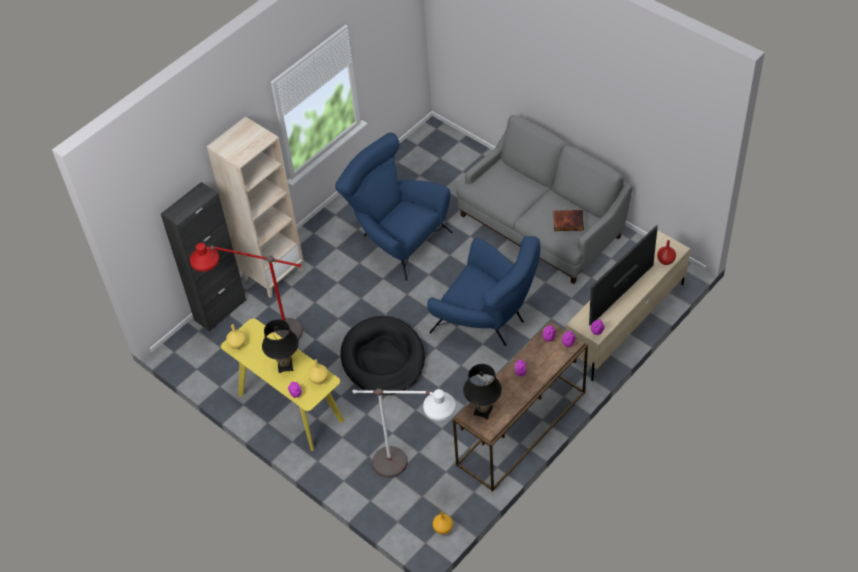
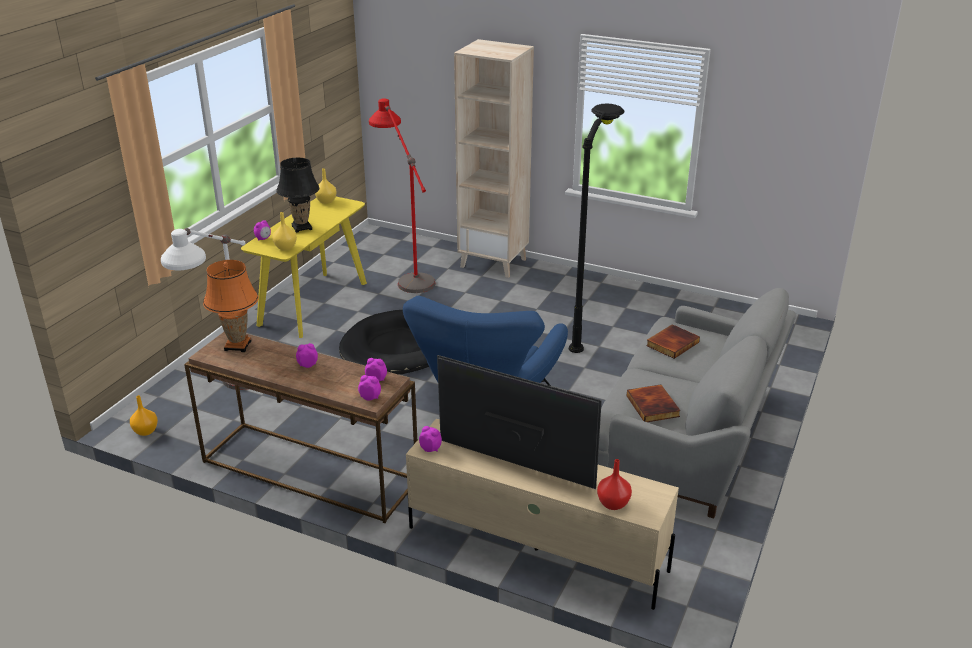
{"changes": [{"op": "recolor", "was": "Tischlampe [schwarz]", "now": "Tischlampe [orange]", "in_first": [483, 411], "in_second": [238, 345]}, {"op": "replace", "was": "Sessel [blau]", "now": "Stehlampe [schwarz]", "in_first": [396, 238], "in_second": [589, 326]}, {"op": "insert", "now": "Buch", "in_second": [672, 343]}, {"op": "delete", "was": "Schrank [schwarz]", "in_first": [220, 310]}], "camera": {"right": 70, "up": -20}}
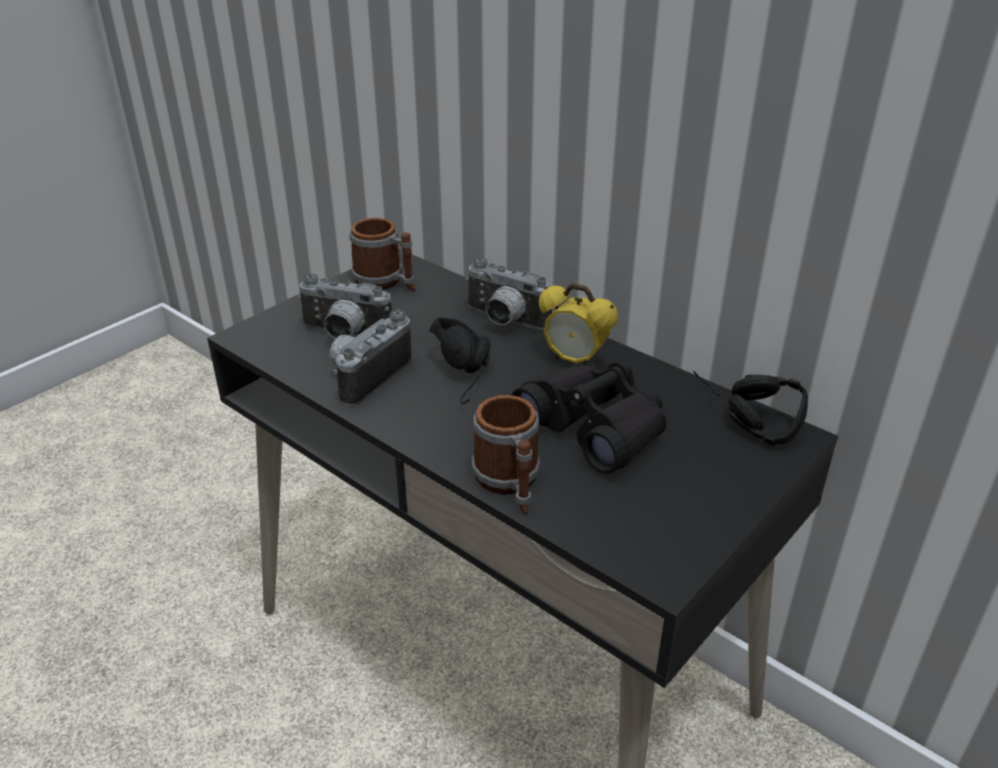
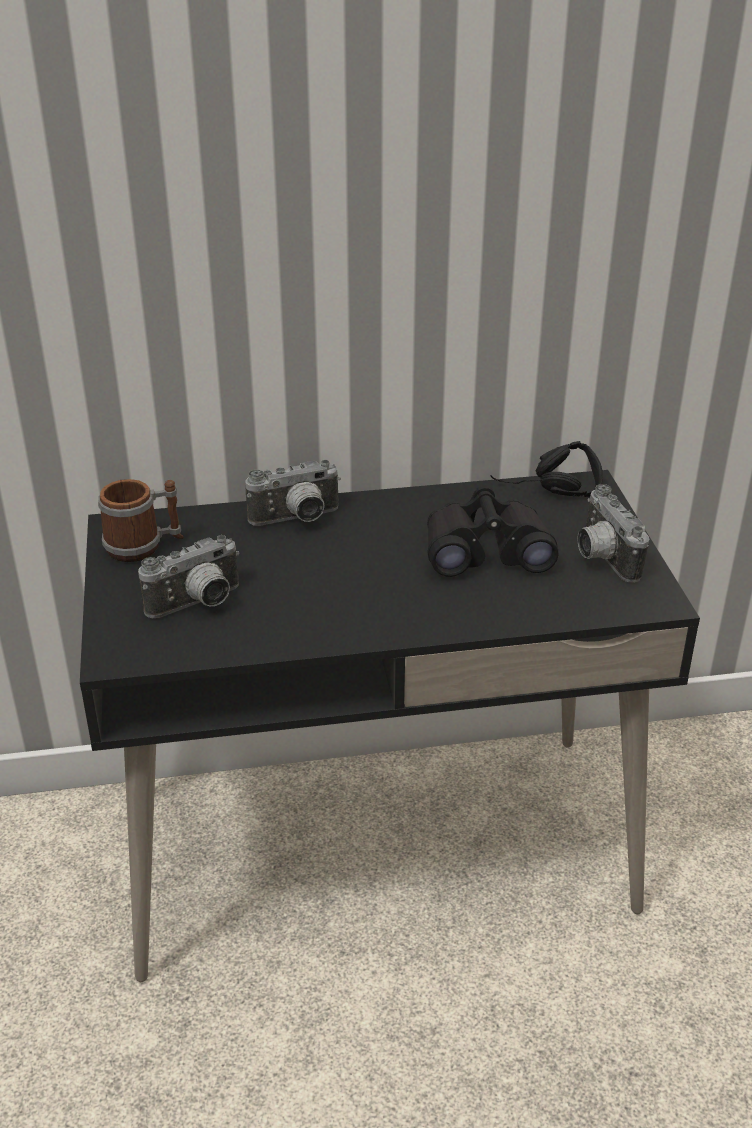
{"changes": [{"op": "move", "was": "Kamera", "in_first": [366, 376], "in_second": [601, 557]}, {"op": "delete", "was": "Kopfhörer [schwarz]", "in_first": [471, 375]}, {"op": "delete", "was": "Henkelbecher", "in_first": [510, 484]}, {"op": "delete", "was": "Wecker", "in_first": [574, 361]}], "camera": {"right": -50, "up": 0}}
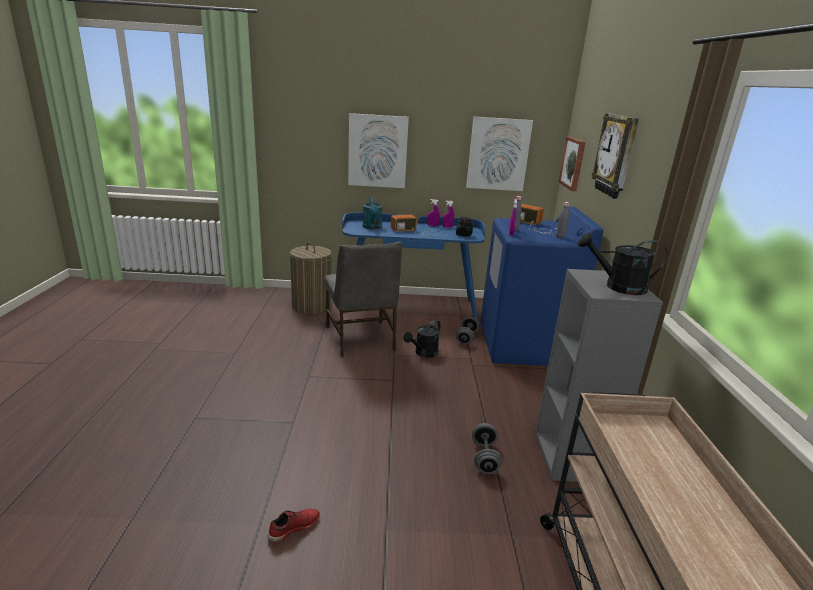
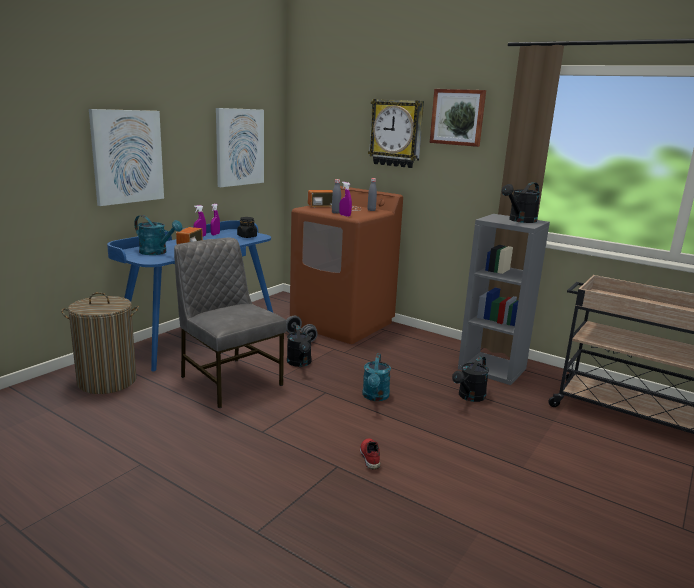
{"changes": [{"op": "rotate", "was": "Stuhl [grau]", "in_first": [361, 339], "in_second": [229, 380], "clockwise": -150}, {"op": "recolor", "was": "Waschmaschine [blau]", "now": "Waschmaschine [braun]", "in_first": [524, 346], "in_second": [342, 324]}, {"op": "move", "was": "Schuh [rot]", "in_first": [294, 527], "in_second": [369, 457]}, {"op": "insert", "now": "Gießkanne [türkis]", "in_second": [375, 397]}, {"op": "move", "was": "Bild", "in_first": [573, 163], "in_second": [457, 117]}, {"op": "replace", "was": "Hantel [grau]", "now": "Gießkanne [schwarz]", "in_first": [484, 458], "in_second": [469, 397]}], "camera": {"right": -55, "up": -5}}
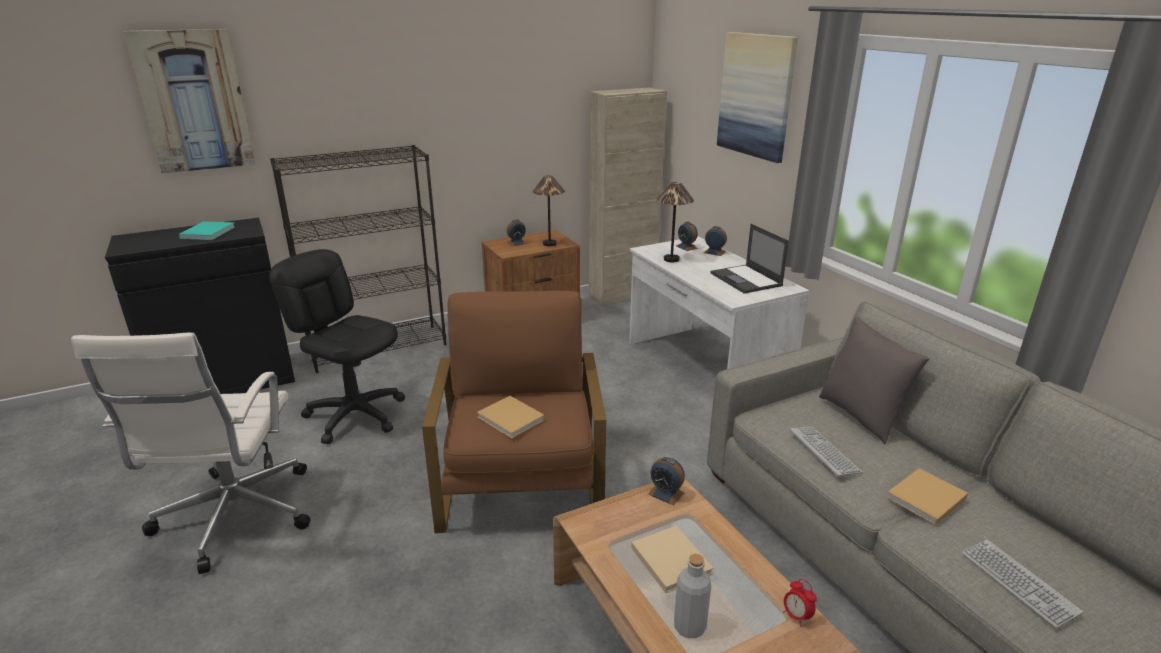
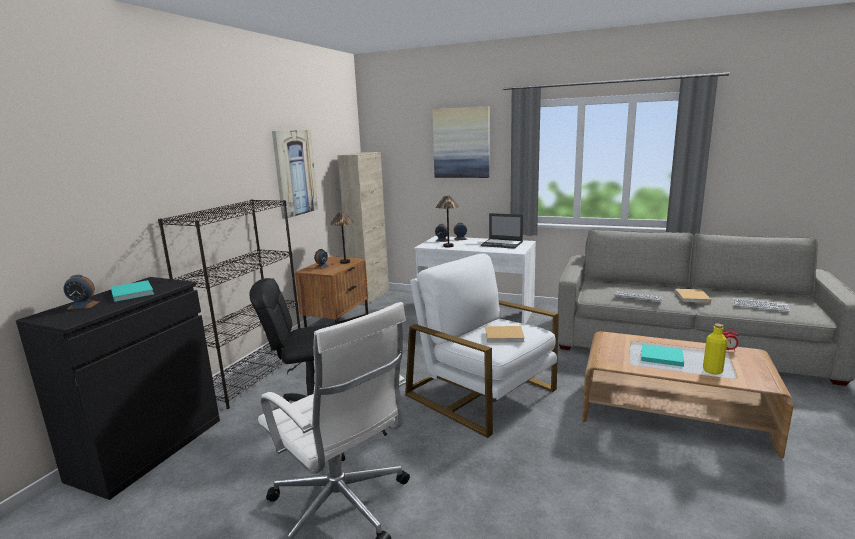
{"changes": [{"op": "move", "was": "Wecker", "in_first": [666, 493], "in_second": [83, 305]}, {"op": "move", "was": "Bild", "in_first": [194, 101], "in_second": [294, 173]}, {"op": "recolor", "was": "Sessel [braun]", "now": "Sessel [weiß]", "in_first": [522, 479], "in_second": [483, 392]}, {"op": "recolor", "was": "Buch [beige]", "now": "Buch [türkis]", "in_first": [669, 559], "in_second": [660, 356]}, {"op": "recolor", "was": "Flasche [grau]", "now": "Flasche [gelb]", "in_first": [689, 627], "in_second": [712, 371]}, {"op": "delete", "was": "Kissen [grau]", "in_first": [861, 416]}], "camera": {"right": -40, "up": -10}}
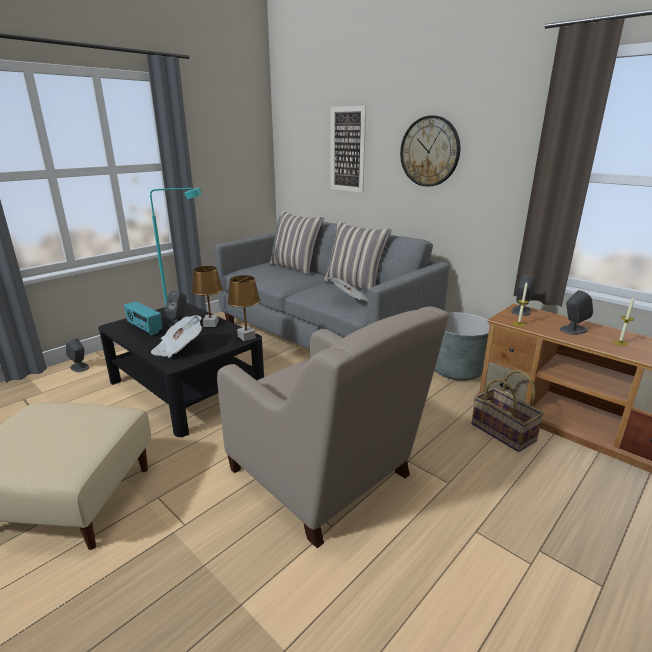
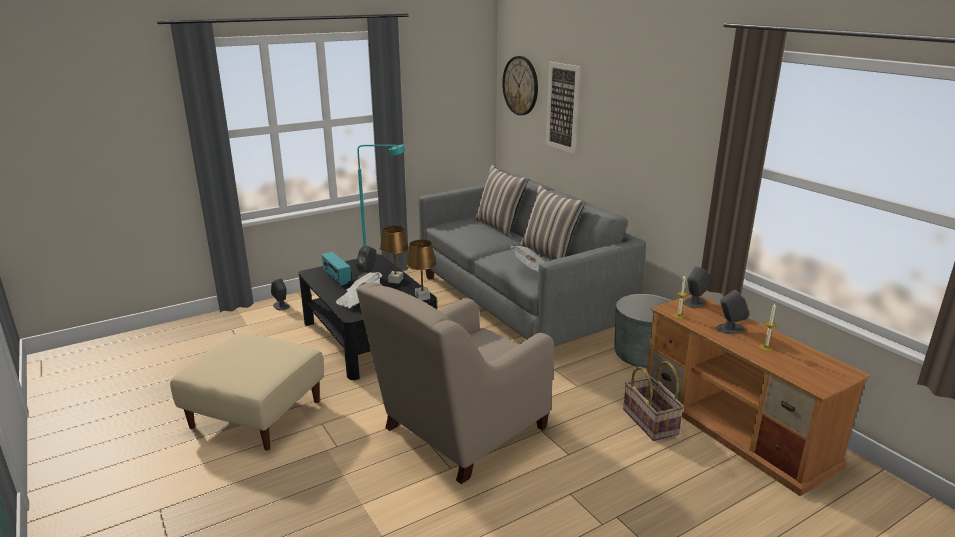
{"changes": [{"op": "rotate", "was": "Sessel [beige]", "in_first": [324, 476], "in_second": [461, 430], "clockwise": 75}, {"op": "move", "was": "Wanduhr", "in_first": [430, 151], "in_second": [520, 85]}], "camera": {"right": 15, "up": 0}}
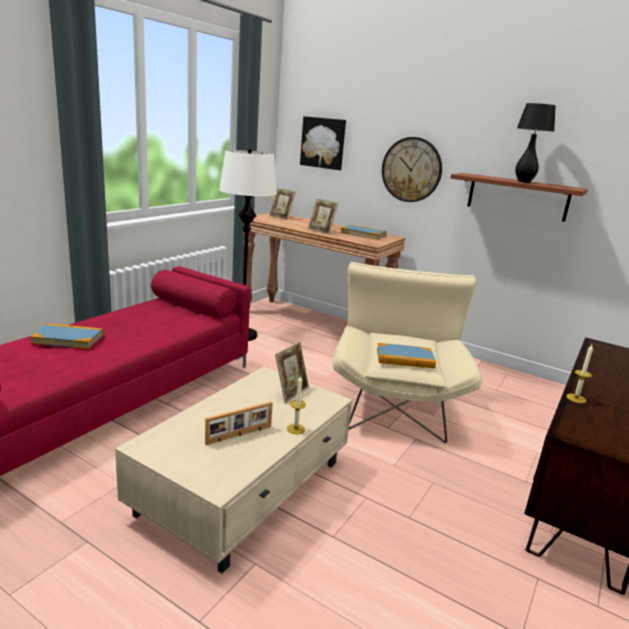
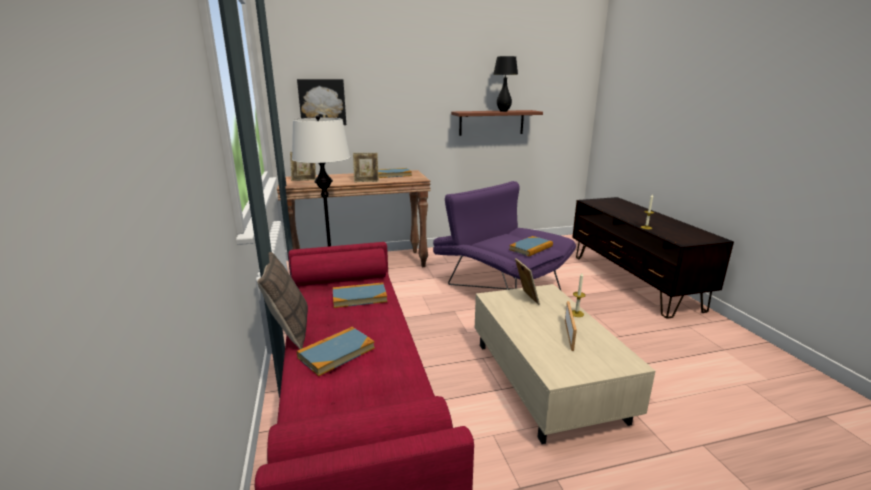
{"changes": [{"op": "insert", "now": "Kissen", "in_second": [289, 330]}, {"op": "insert", "now": "Buch", "in_second": [359, 297]}, {"op": "recolor", "was": "Sessel [beige]", "now": "Sessel [lila]", "in_first": [394, 399], "in_second": [498, 285]}, {"op": "delete", "was": "Wanduhr", "in_first": [411, 170]}], "camera": {"right": -45, "up": 0}}
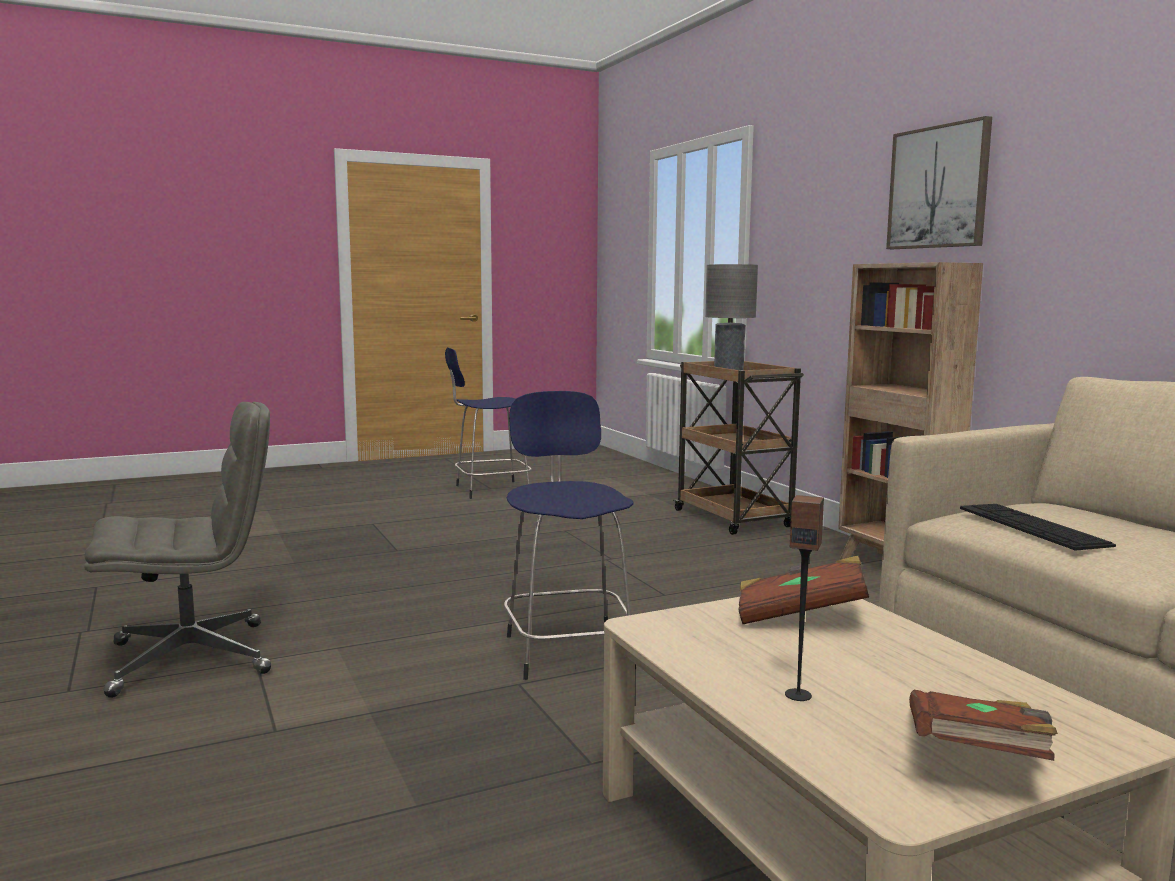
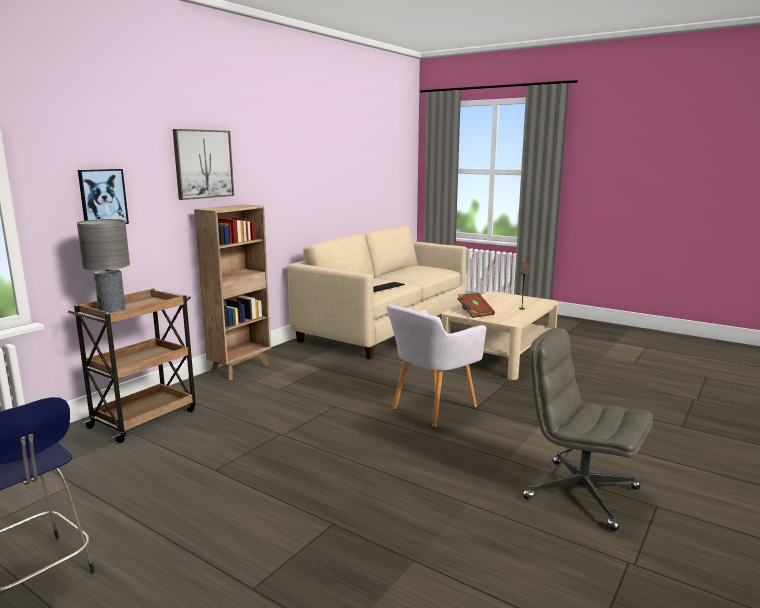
{"changes": [{"op": "insert", "now": "Bild", "in_second": [103, 197]}, {"op": "replace", "was": "Hocker [blau]", "now": "Sessel [grau]", "in_first": [567, 649], "in_second": [431, 409]}, {"op": "delete", "was": "Buch [braun]", "in_first": [977, 757]}], "camera": {"right": -120, "up": 5}}
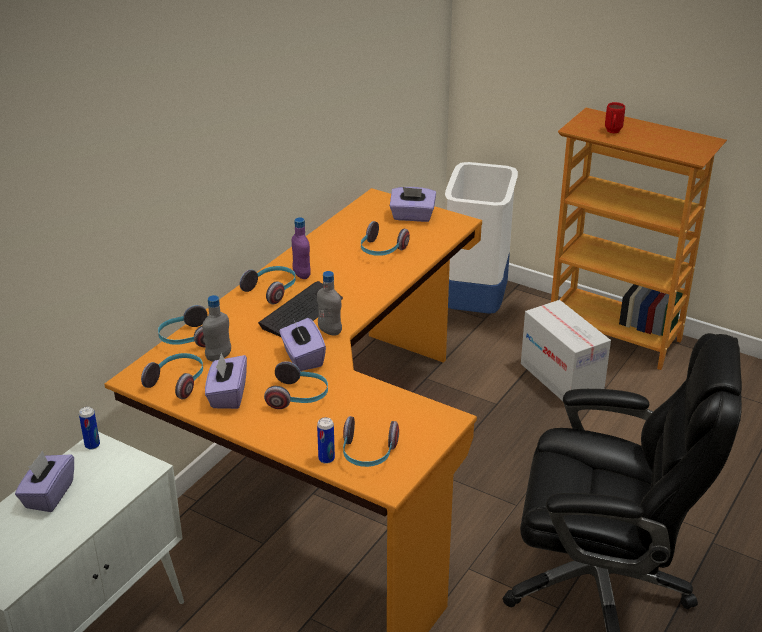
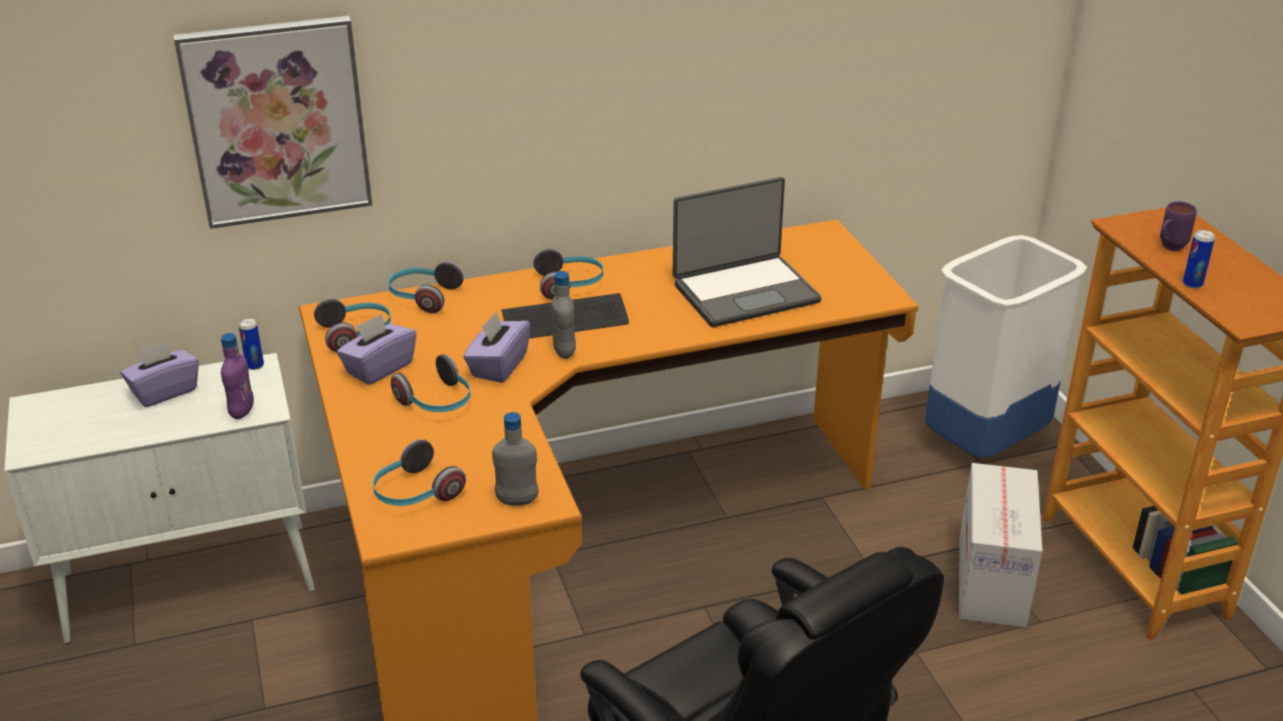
{"changes": [{"op": "insert", "now": "Bild", "in_second": [277, 121]}, {"op": "move", "was": "Flasche [lila]", "in_first": [301, 275], "in_second": [242, 411]}, {"op": "move", "was": "Flasche [grau]", "in_first": [219, 357], "in_second": [517, 501]}, {"op": "replace", "was": "Kopfhörer", "now": "Laptop", "in_first": [381, 251], "in_second": [744, 292]}, {"op": "recolor", "was": "Henkelbecher [rot]", "now": "Henkelbecher [lila]", "in_first": [612, 132], "in_second": [1168, 248]}, {"op": "move", "was": "Dose", "in_first": [326, 459], "in_second": [1192, 284]}, {"op": "delete", "was": "Taschentuchbox [lila]", "in_first": [412, 216]}], "camera": {"right": 40, "up": 0}}
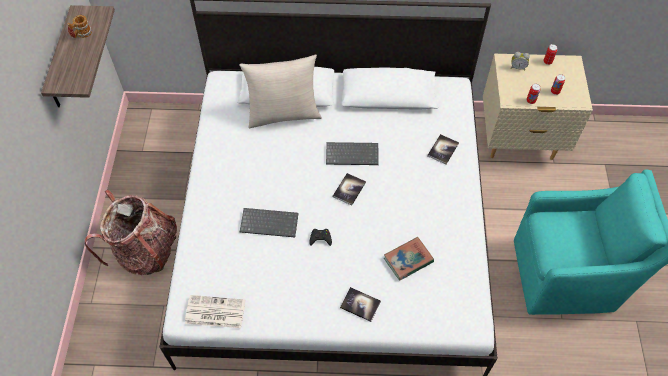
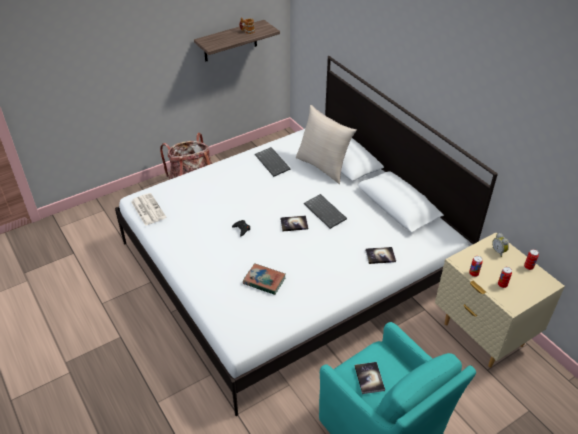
{"changes": [{"op": "move", "was": "Tastatur", "in_first": [270, 222], "in_second": [273, 162]}, {"op": "move", "was": "Buch", "in_first": [360, 304], "in_second": [369, 378]}], "camera": {"right": 55, "up": -15}}
